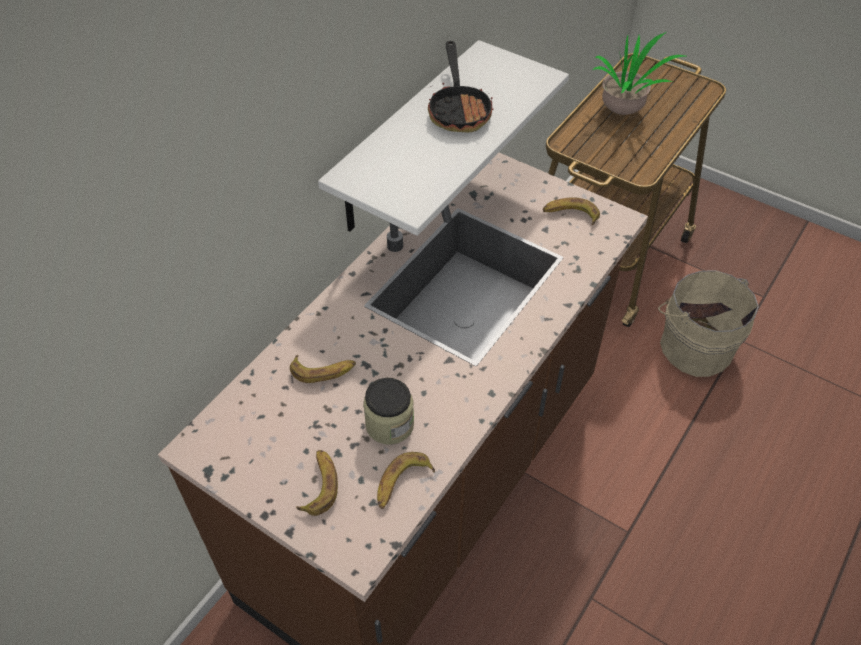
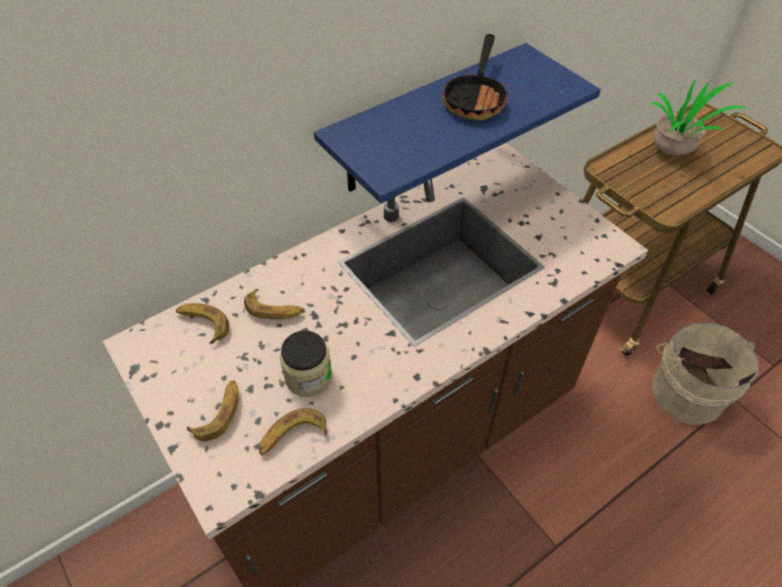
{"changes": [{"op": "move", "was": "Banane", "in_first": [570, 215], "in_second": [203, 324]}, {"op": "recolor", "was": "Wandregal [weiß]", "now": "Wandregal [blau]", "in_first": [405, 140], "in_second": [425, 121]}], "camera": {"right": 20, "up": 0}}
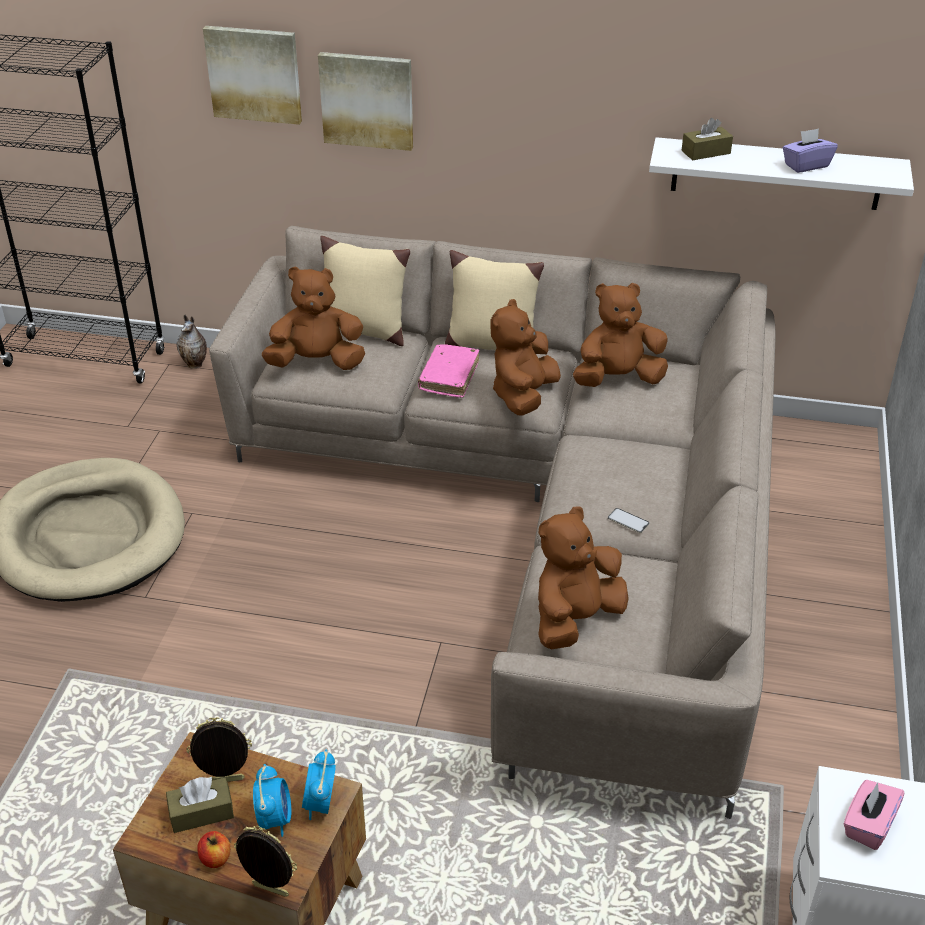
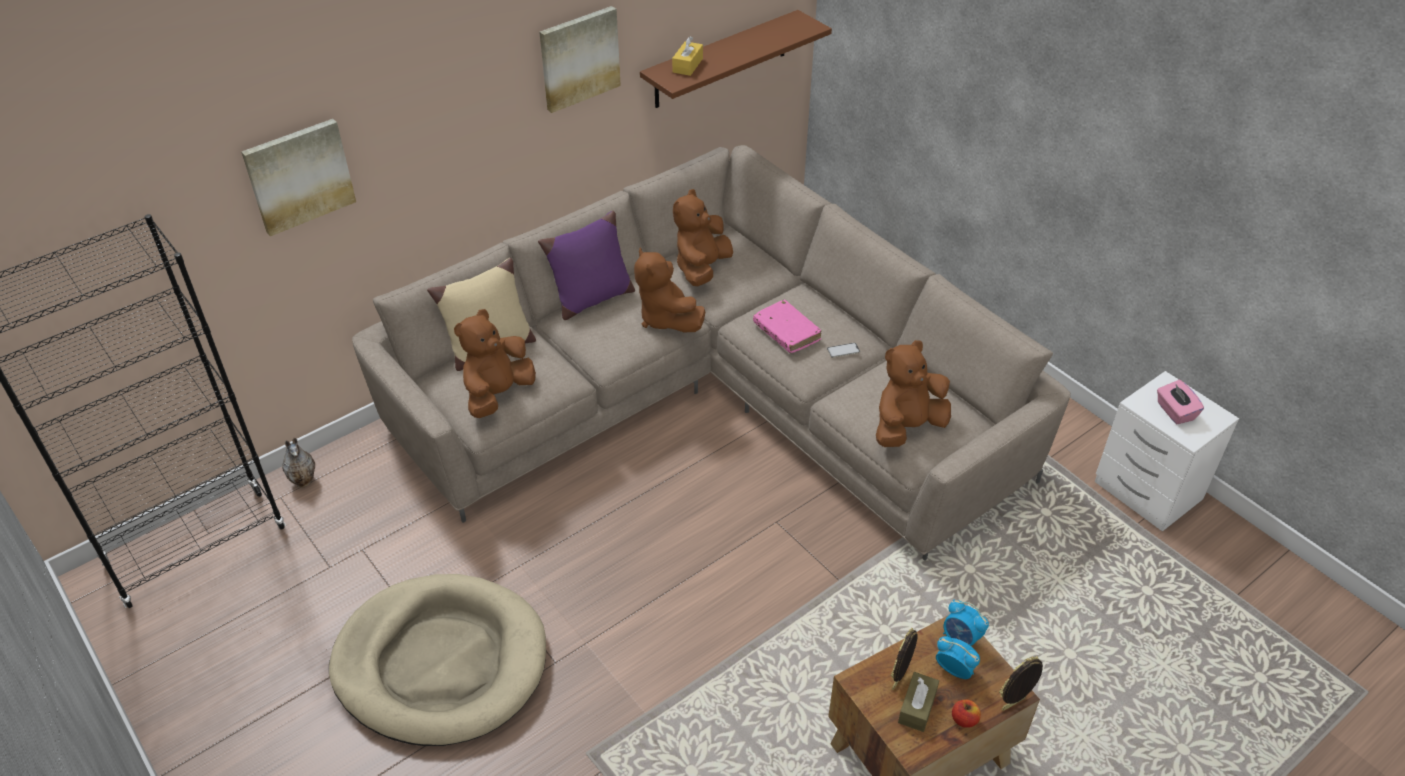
{"changes": [{"op": "recolor", "was": "Kissen [beige]", "now": "Kissen [lila]", "in_first": [491, 345], "in_second": [591, 299]}, {"op": "move", "was": "Bild", "in_first": [367, 100], "in_second": [579, 58]}, {"op": "recolor", "was": "Wandregal [weiß]", "now": "Wandregal [braun]", "in_first": [776, 174], "in_second": [721, 60]}, {"op": "recolor", "was": "Taschentuchbox [braun]", "now": "Taschentuchbox [gelb]", "in_first": [706, 152], "in_second": [687, 65]}, {"op": "move", "was": "Buch [rosa]", "in_first": [449, 377], "in_second": [786, 332]}, {"op": "rotate", "was": "Plüschtier [braun]", "in_first": [575, 619], "in_second": [907, 427], "clockwise": 60}, {"op": "delete", "was": "Taschentuchbox [lila]", "in_first": [806, 165]}], "camera": {"right": -50, "up": 5}}
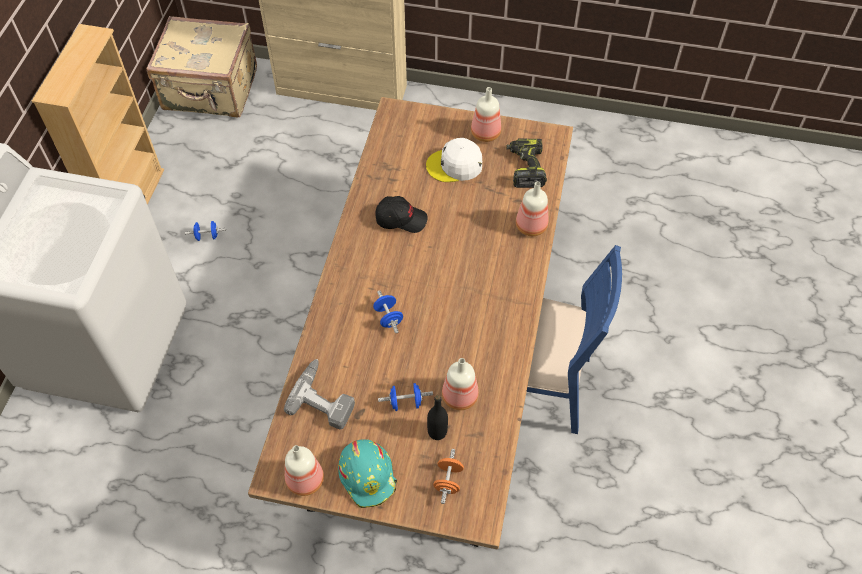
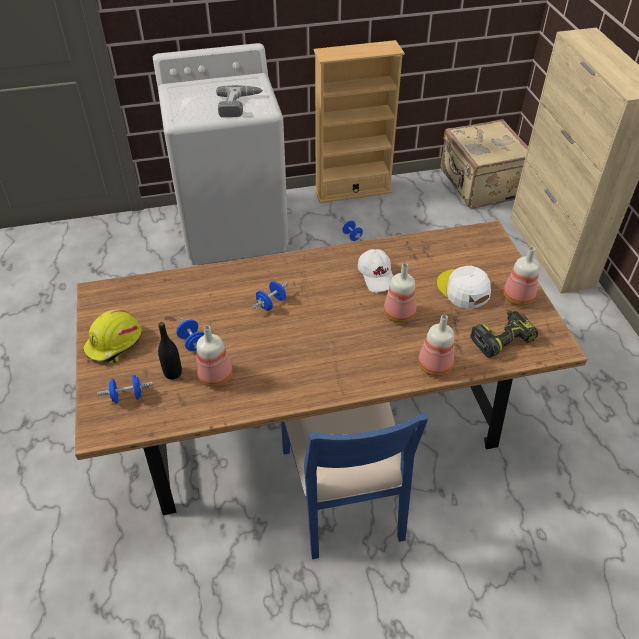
{"changes": [{"op": "recolor", "was": "Schutzhelm [türkis]", "now": "Schutzhelm [gelb]", "in_first": [368, 475], "in_second": [115, 344]}, {"op": "recolor", "was": "Hantel [orange]", "now": "Hantel [blau]", "in_first": [448, 481], "in_second": [127, 396]}, {"op": "move", "was": "Bohrmaschine", "in_first": [325, 397], "in_second": [239, 105]}, {"op": "recolor", "was": "Kappe [schwarz]", "now": "Kappe [weiß]", "in_first": [401, 219], "in_second": [377, 276]}, {"op": "move", "was": "Flasche", "in_first": [304, 479], "in_second": [399, 313]}], "camera": {"right": 65, "up": -10}}
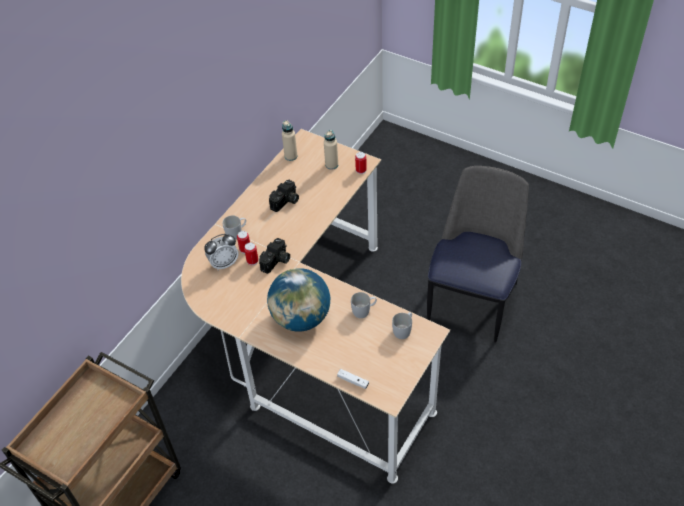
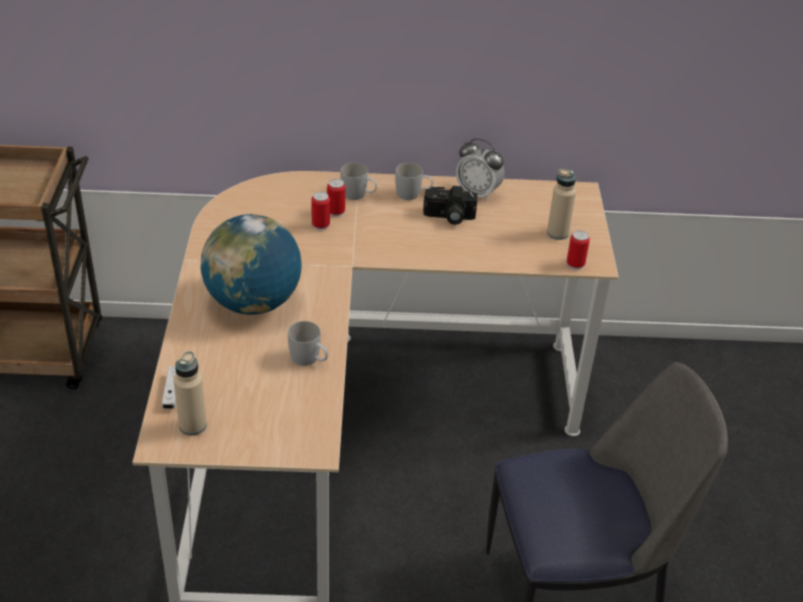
{"changes": [{"op": "move", "was": "Flasche [beige]", "in_first": [291, 156], "in_second": [192, 425]}, {"op": "move", "was": "Henkelbecher [weiß]", "in_first": [403, 330], "in_second": [413, 194]}, {"op": "move", "was": "Wecker", "in_first": [224, 263], "in_second": [477, 193]}, {"op": "delete", "was": "Kamera", "in_first": [276, 262]}], "camera": {"right": 55, "up": -10}}
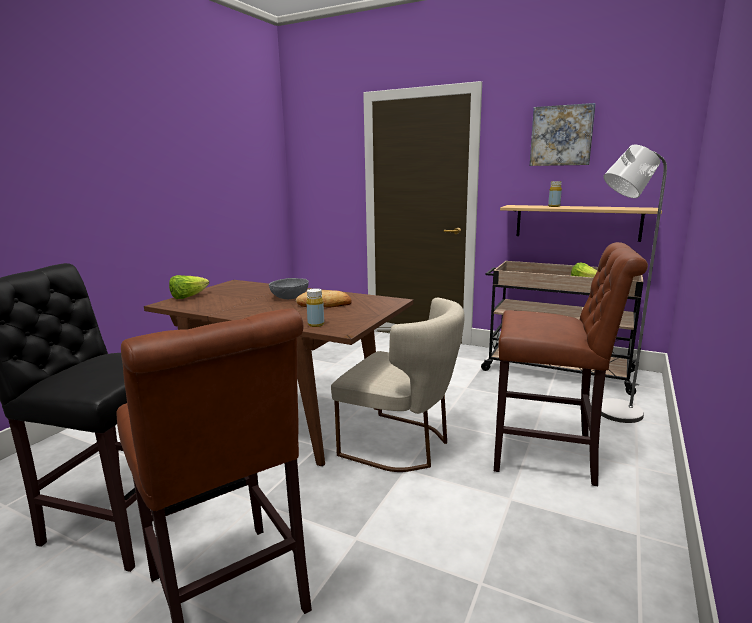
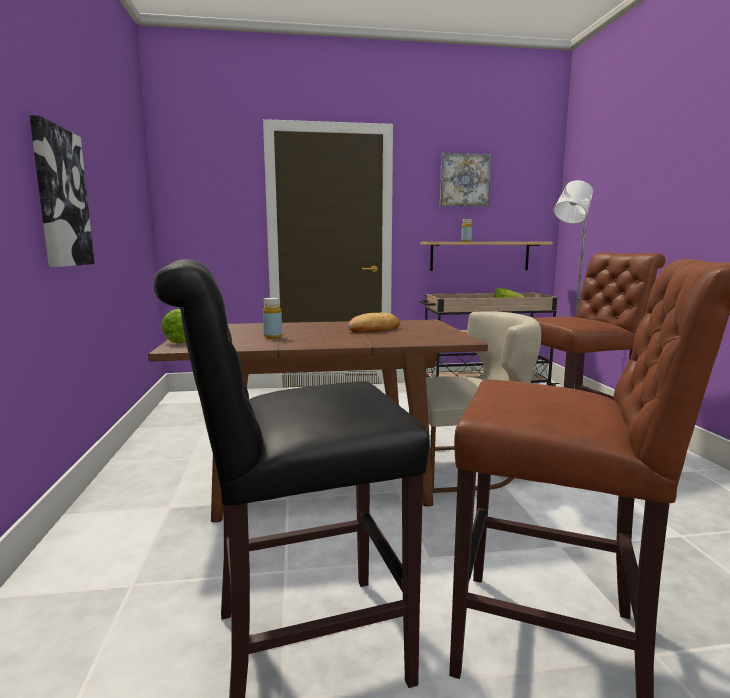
{"changes": [{"op": "insert", "now": "Bild", "in_second": [60, 198]}, {"op": "move", "was": "Flasche [gelb]", "in_first": [316, 324], "in_second": [273, 337]}, {"op": "delete", "was": "Schüssel [grau]", "in_first": [290, 297]}], "camera": {"right": -35, "up": -5}}
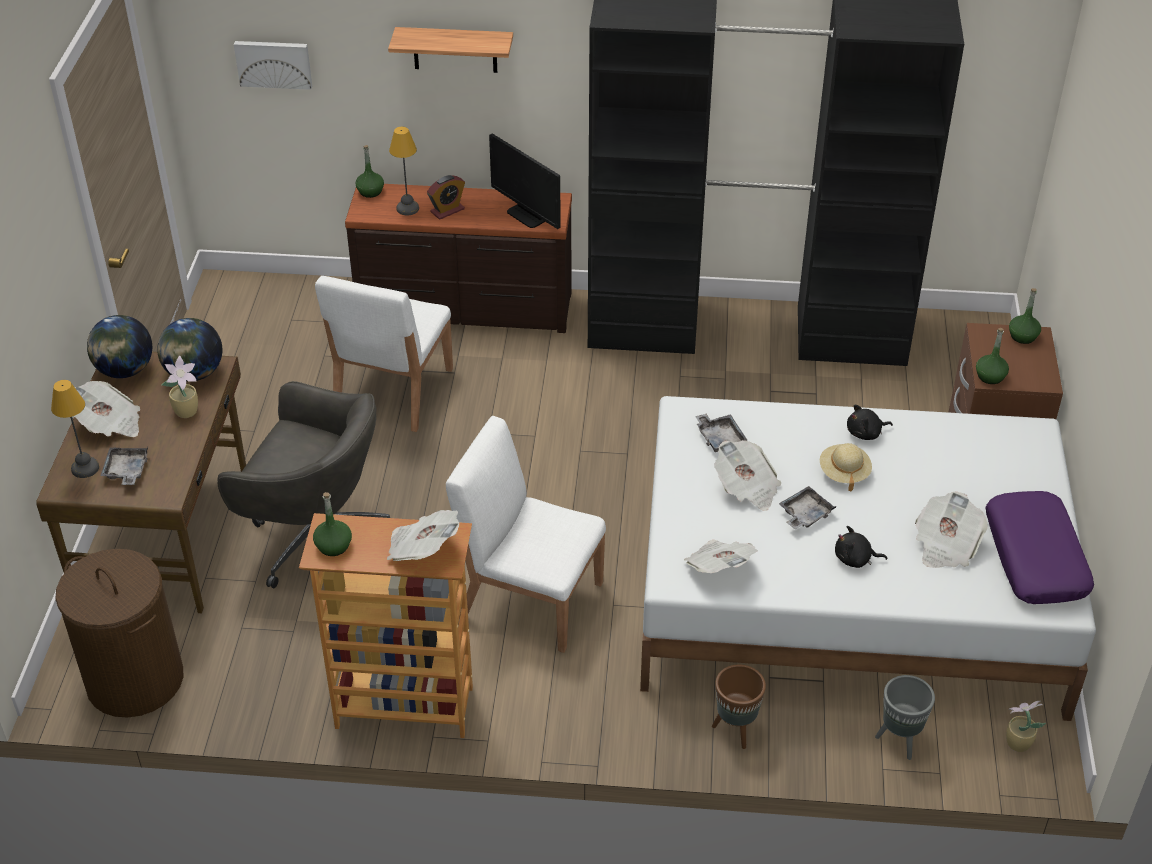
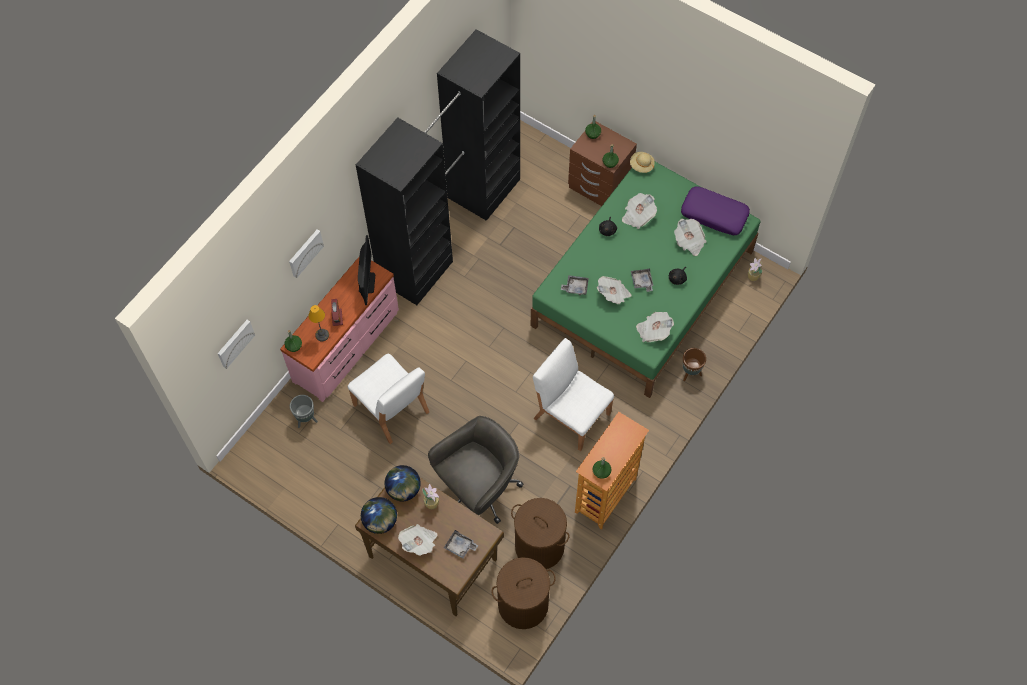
{"changes": [{"op": "recolor", "was": "Kommode [braun]", "now": "Kommode [rosa]", "in_first": [464, 308], "in_second": [347, 346]}, {"op": "replace", "was": "Wandregal", "now": "Bild", "in_first": [455, 49], "in_second": [305, 252]}, {"op": "move", "was": "Pflanzkübel [grau]", "in_first": [899, 740], "in_second": [306, 419]}, {"op": "rotate", "was": "Monitor", "in_first": [528, 215], "in_second": [367, 282], "clockwise": -75}, {"op": "insert", "now": "Wäschekorb [braun]", "in_second": [539, 546]}, {"op": "recolor", "was": "Bett [weiß]", "now": "Bett [grün]", "in_first": [849, 594], "in_second": [643, 288]}, {"op": "rotate", "was": "Stuhl [weiß]", "in_first": [530, 598], "in_second": [571, 415], "clockwise": 75}, {"op": "move", "was": "Zeitung", "in_first": [422, 549], "in_second": [638, 216]}, {"op": "move", "was": "Hut [beige]", "in_first": [844, 473], "in_second": [641, 166]}, {"op": "delete", "was": "Tischlampe", "in_first": [84, 469]}], "camera": {"right": -60, "up": 20}}
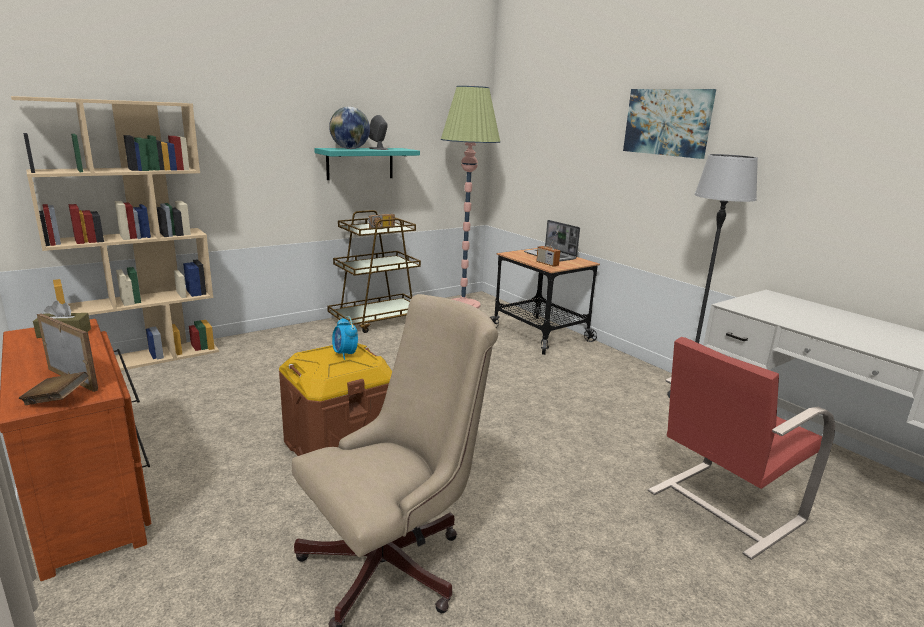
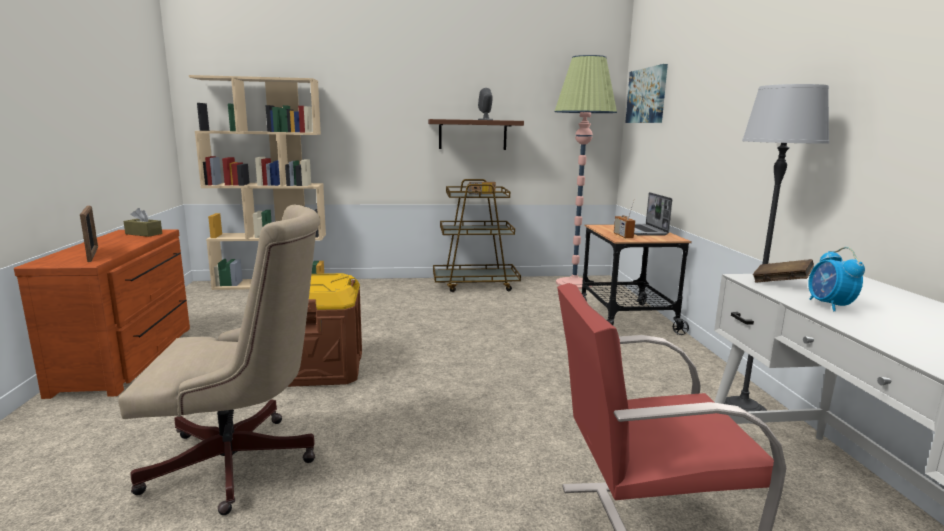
{"changes": [{"op": "recolor", "was": "Wandregal [türkis]", "now": "Wandregal [braun]", "in_first": [360, 163], "in_second": [472, 134]}, {"op": "move", "was": "Bild", "in_first": [667, 122], "in_second": [647, 95]}, {"op": "move", "was": "Buch [braun]", "in_first": [57, 401], "in_second": [780, 283]}, {"op": "move", "was": "Wecker", "in_first": [345, 354], "in_second": [829, 305]}, {"op": "delete", "was": "Globus", "in_first": [350, 149]}], "camera": {"right": 30, "up": -5}}
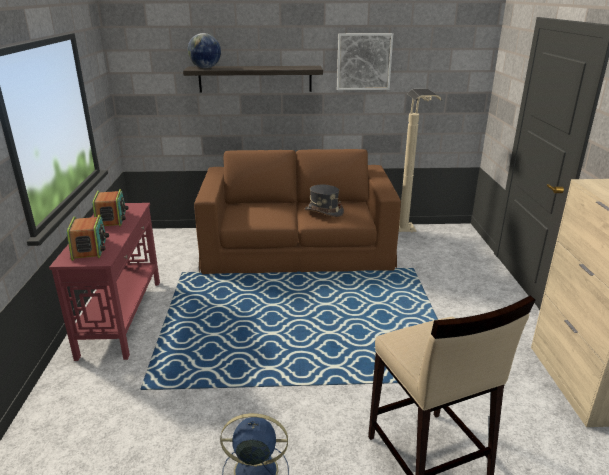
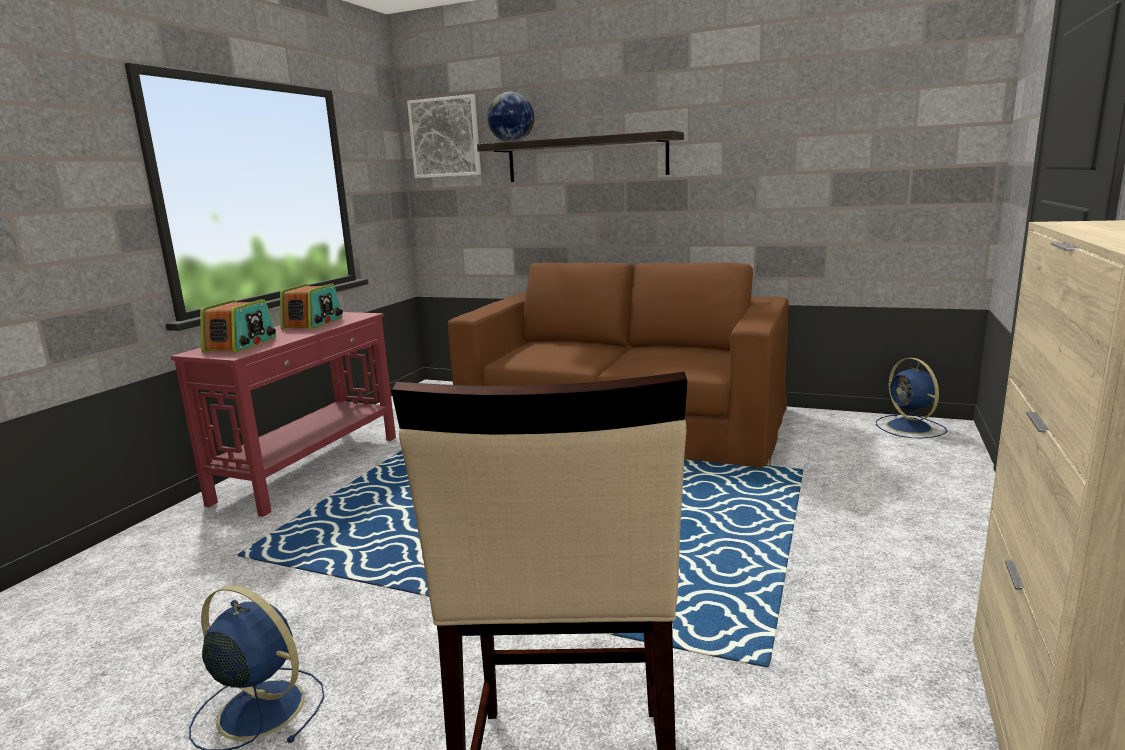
{"changes": [{"op": "move", "was": "Bild", "in_first": [364, 61], "in_second": [445, 137]}, {"op": "insert", "now": "Ventilator [blau]", "in_second": [910, 427]}, {"op": "delete", "was": "Hut [grau]", "in_first": [323, 211]}, {"op": "delete", "was": "Stehlampe [beige]", "in_first": [407, 236]}], "camera": {"right": 25, "up": -10}}
